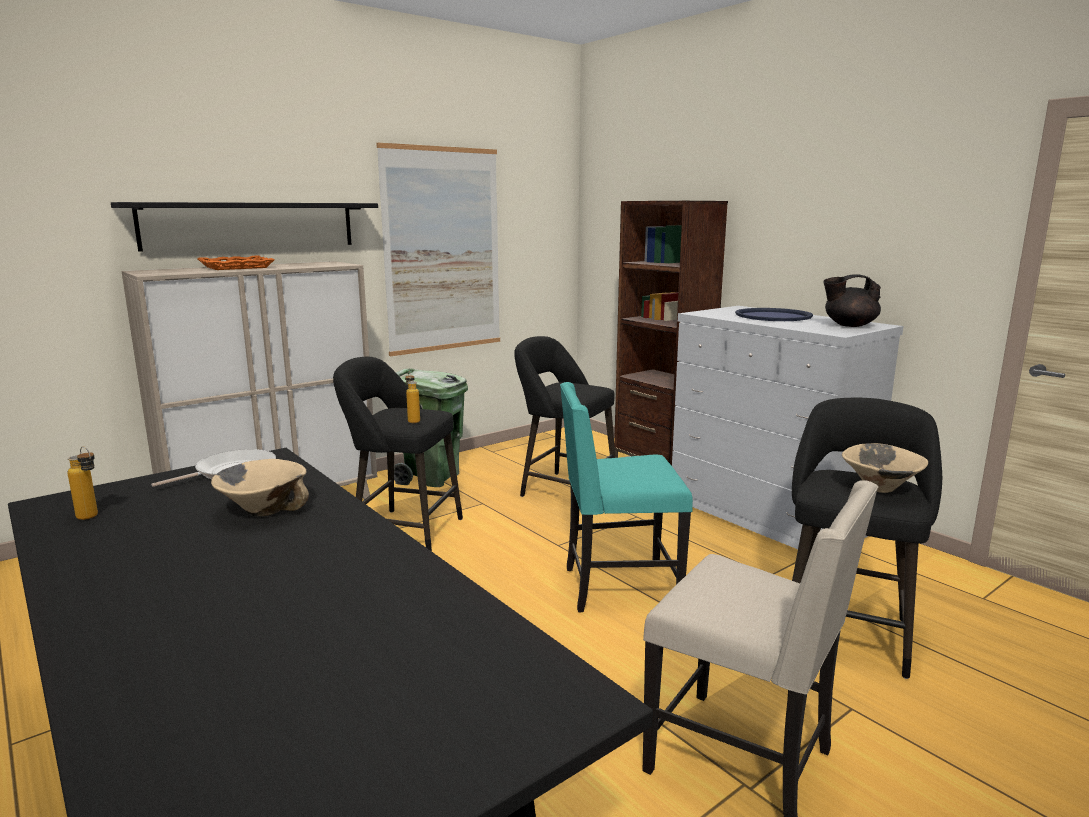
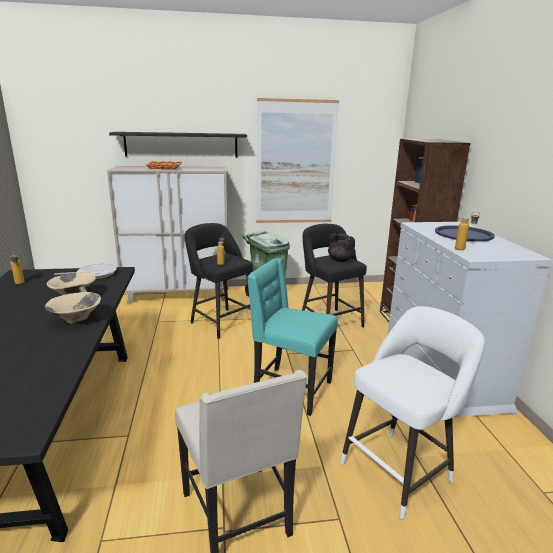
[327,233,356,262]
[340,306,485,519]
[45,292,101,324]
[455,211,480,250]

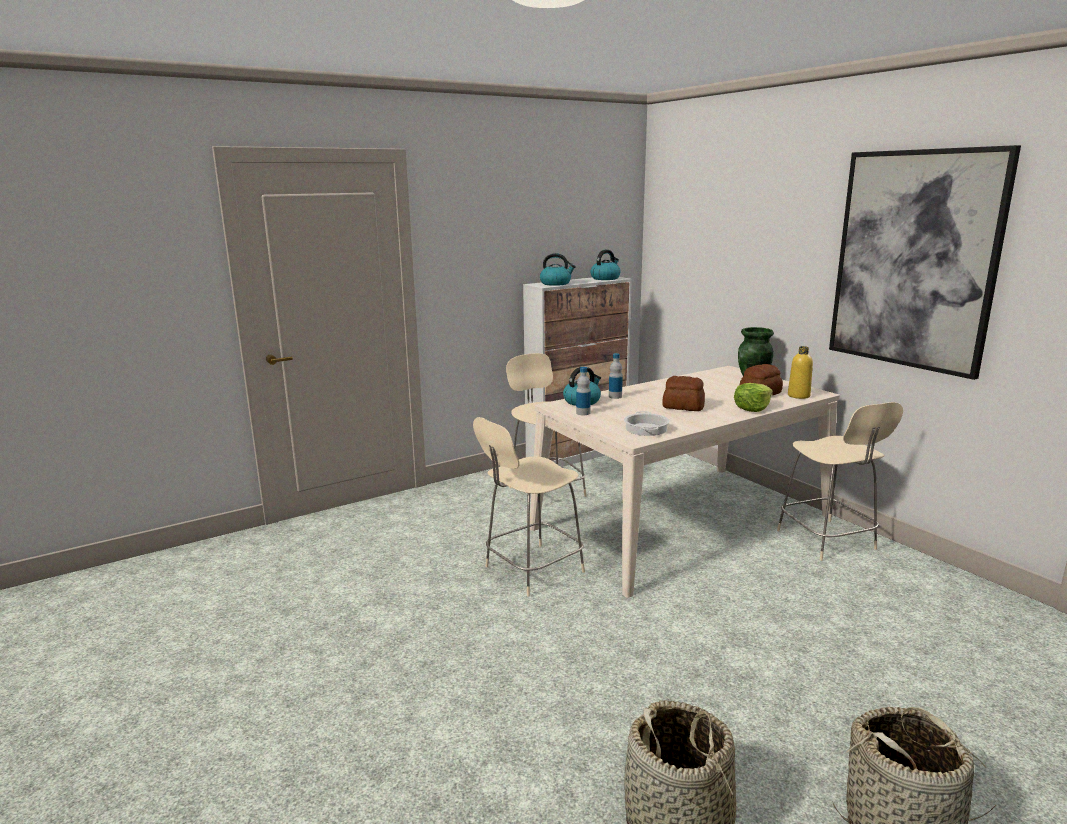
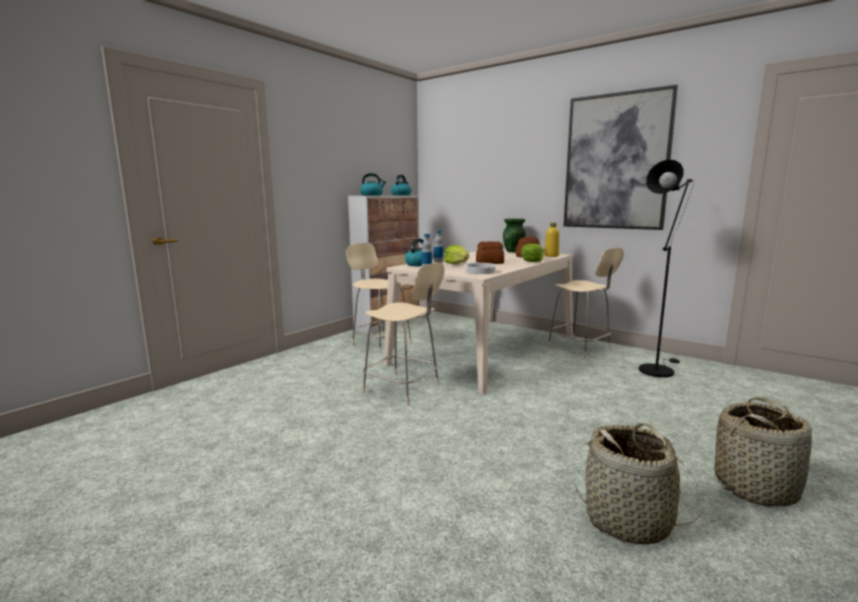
[363,262,445,405]
[639,159,695,378]
[444,245,469,264]

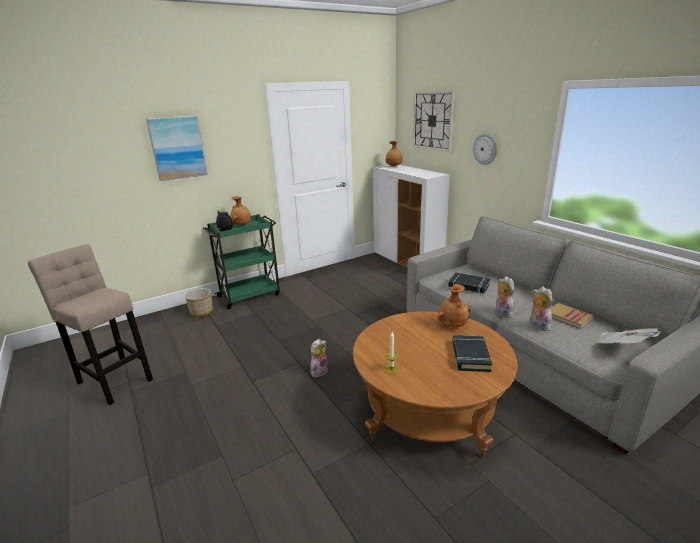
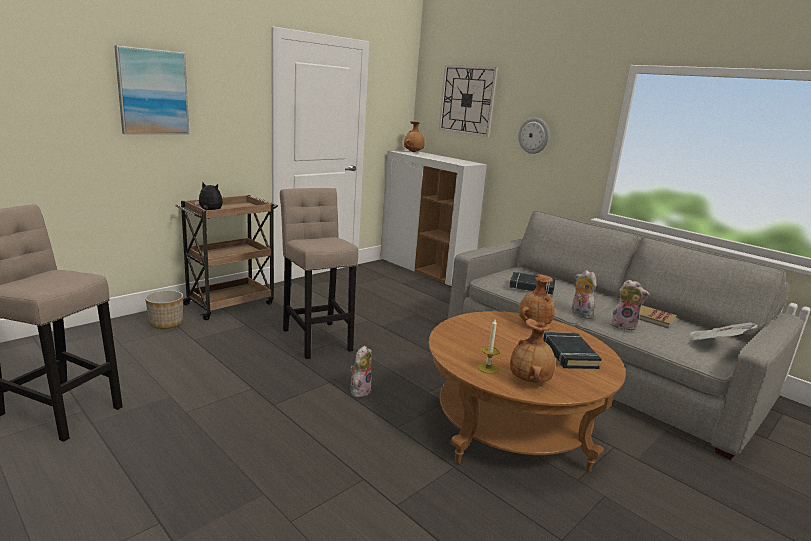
[510,318,555,382]
[175,195,278,320]
[610,279,650,331]
[280,188,358,359]

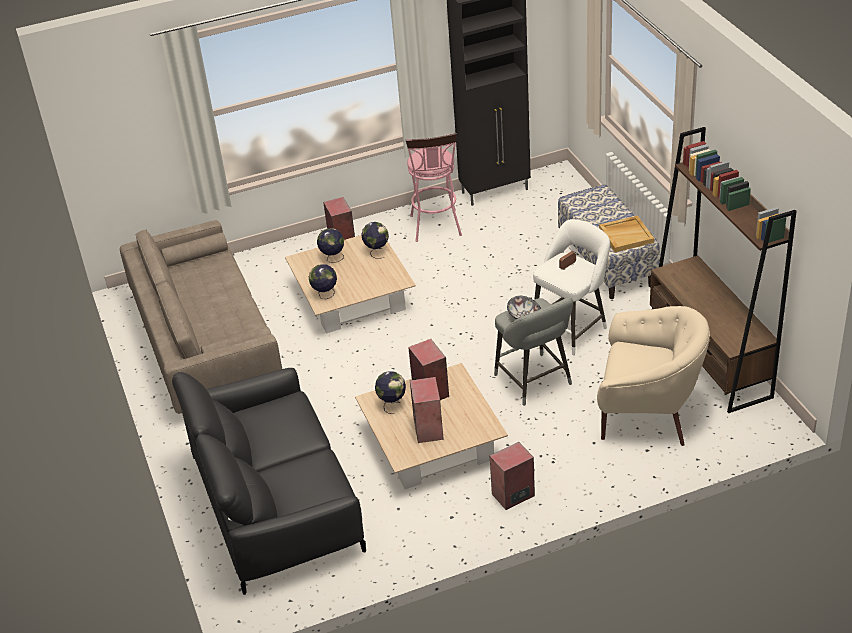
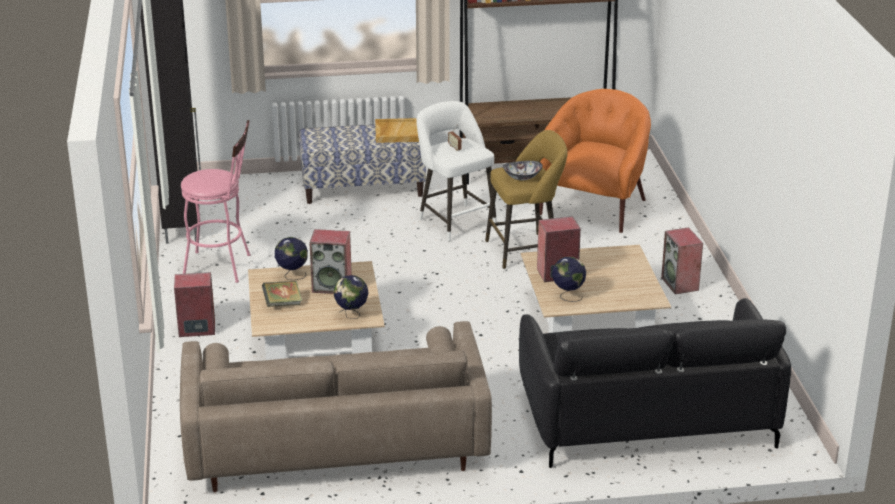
[262,281,302,307]
[485,130,567,269]
[539,89,651,233]
[309,229,352,294]

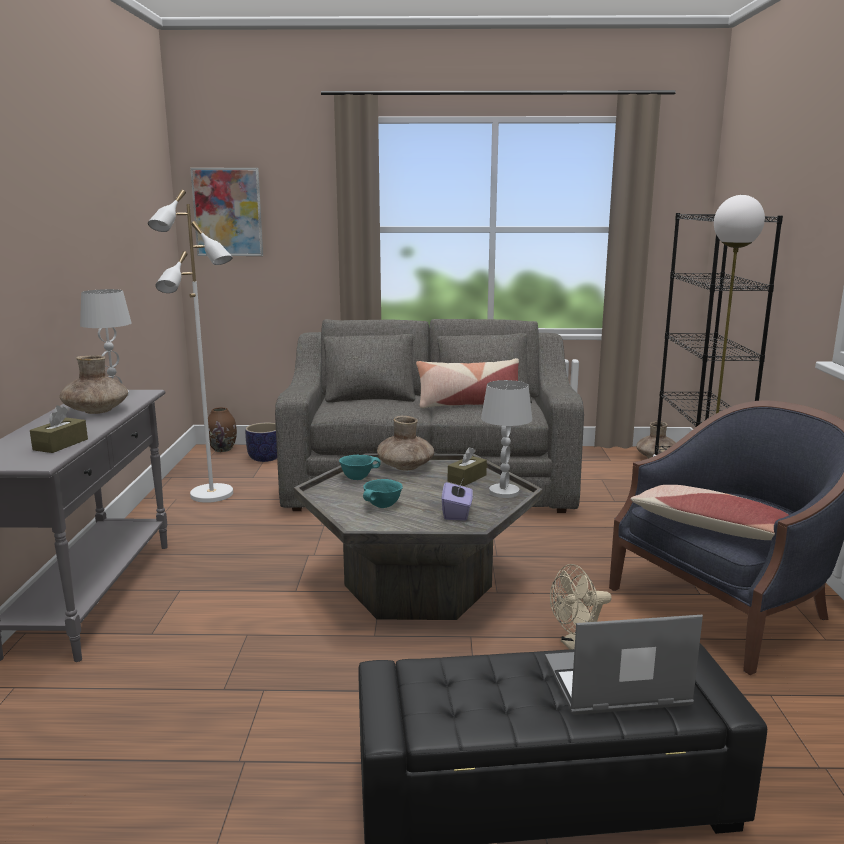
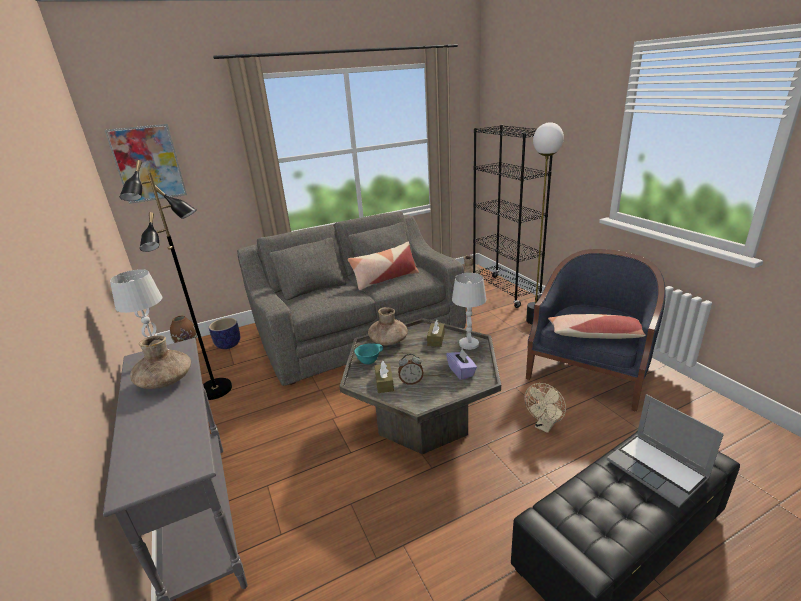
[120,160,232,400]
[375,361,394,393]
[398,353,424,385]
[607,394,724,507]

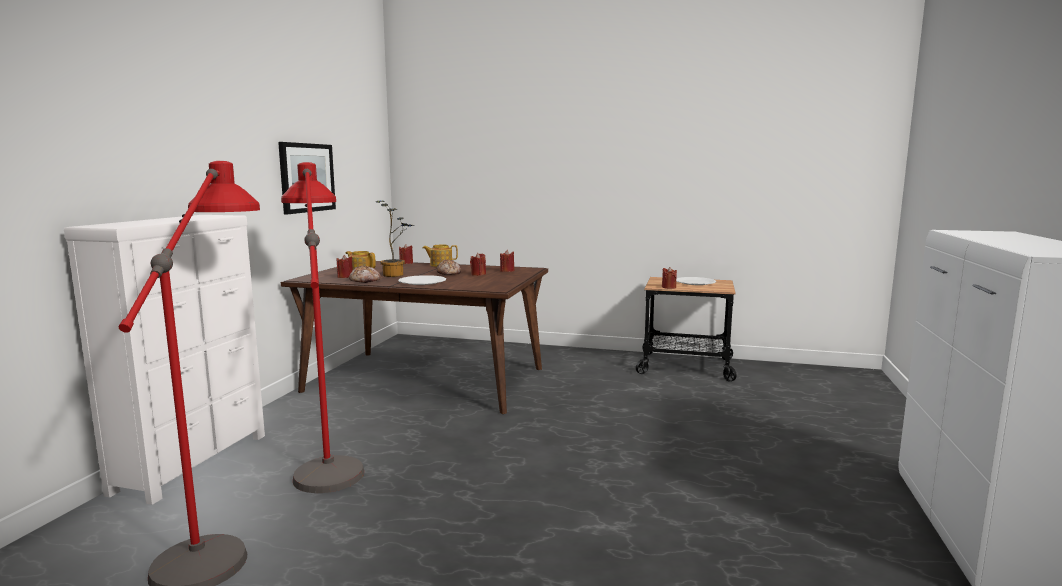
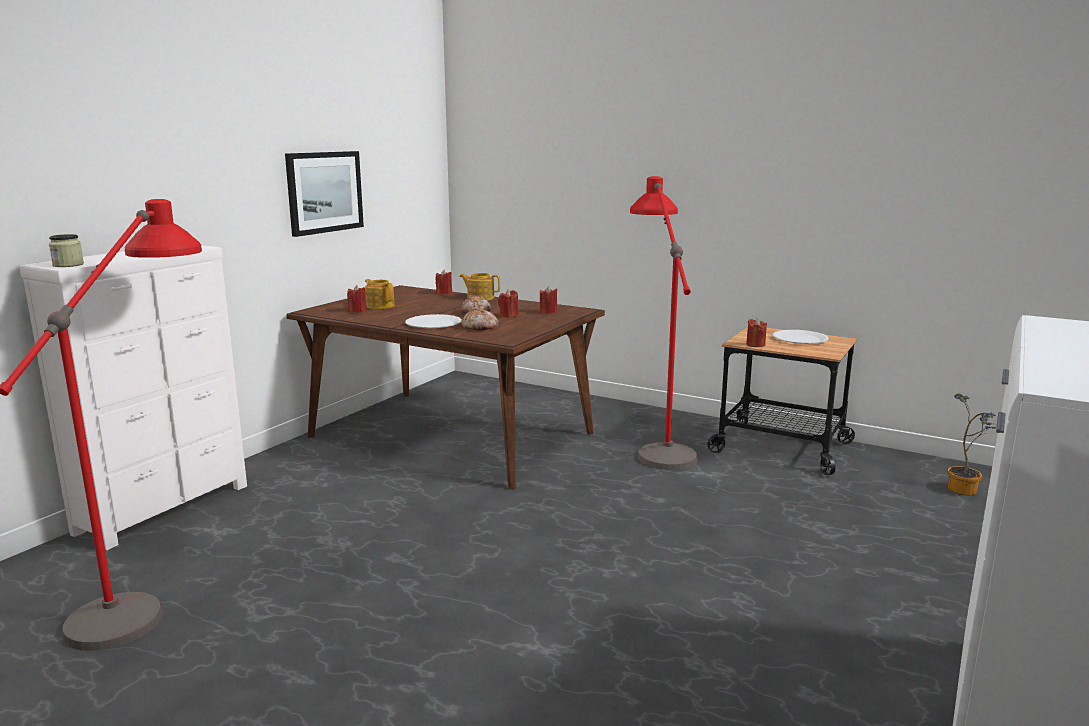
[630,176,698,470]
[947,393,996,496]
[461,308,499,331]
[49,234,84,267]

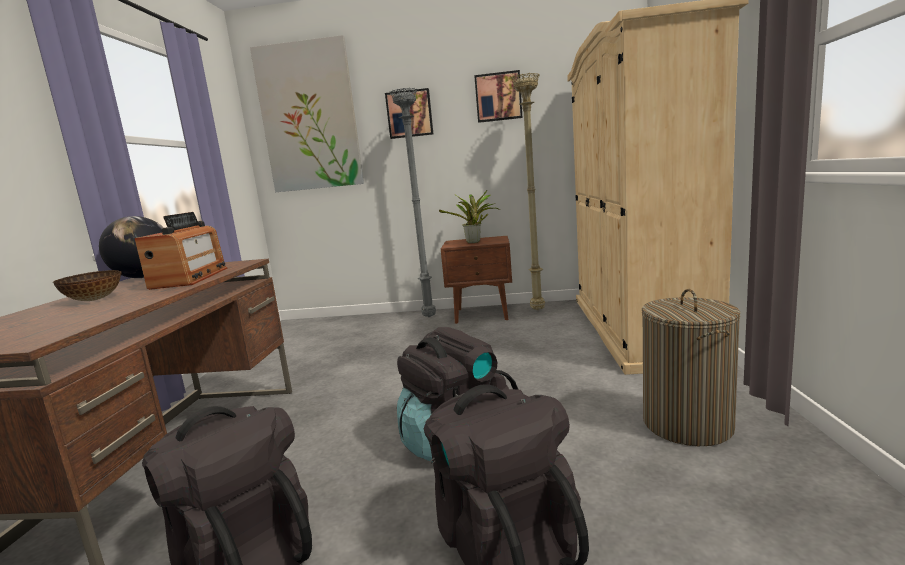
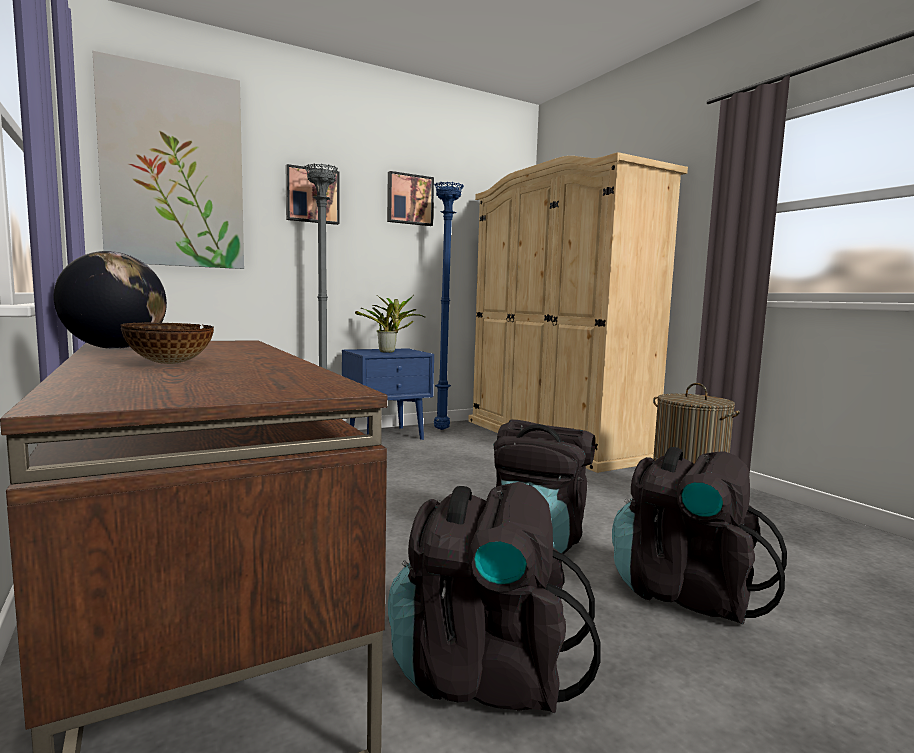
[434,181,464,430]
[134,212,228,290] (first image)
[342,348,434,440]

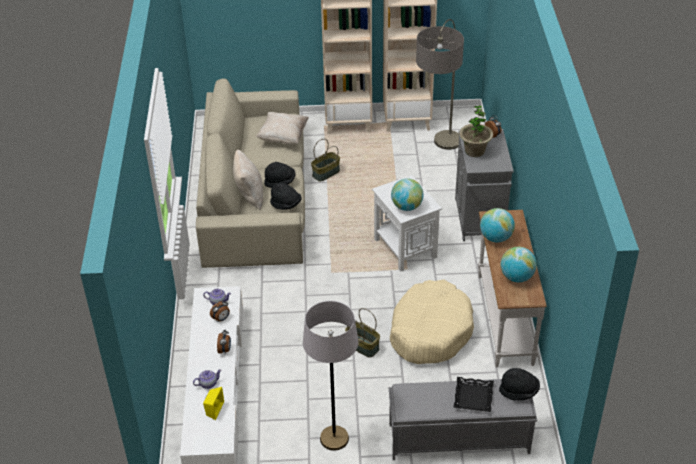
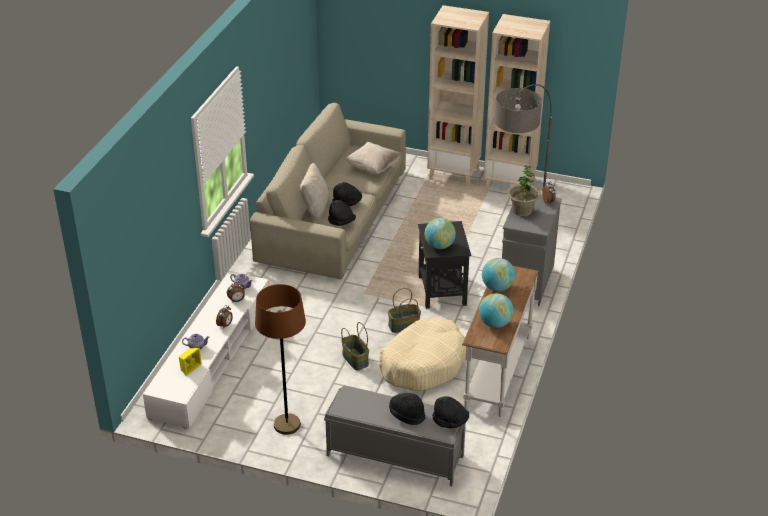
[388,288,421,333]
[418,221,471,309]
[255,284,306,435]
[389,393,425,425]

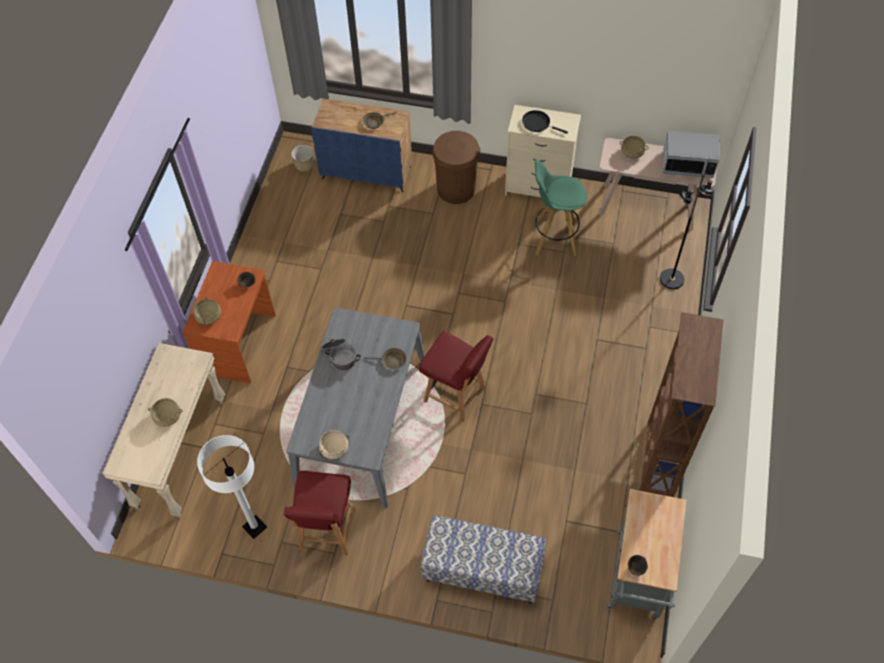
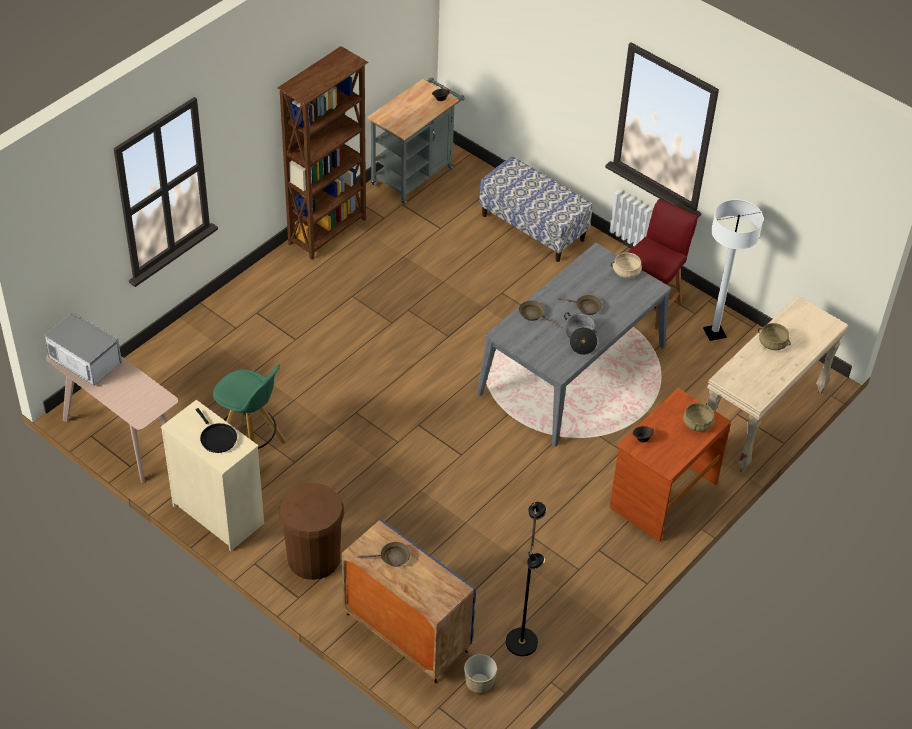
[620,136,648,158] (first image)
[506,502,547,656]
[419,331,493,422] (first image)
[558,295,602,315]

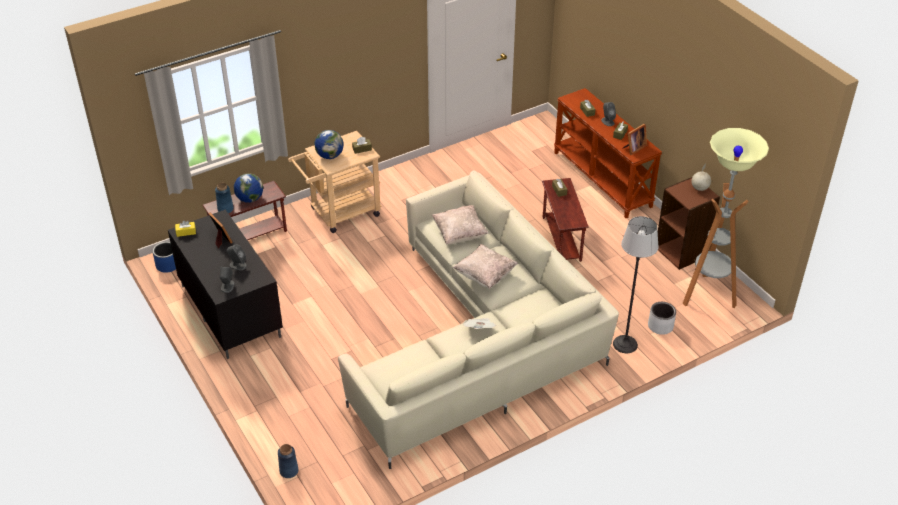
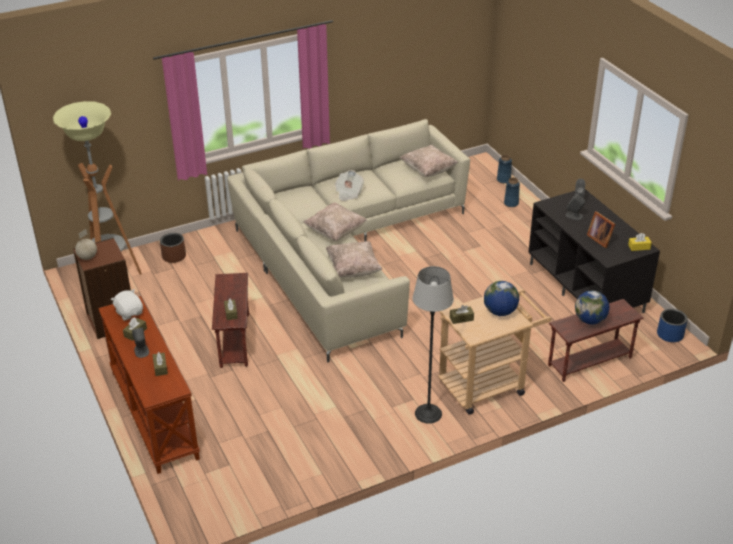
[111,289,143,321]
[504,177,520,207]
[413,266,454,424]
[160,233,186,263]
[400,145,458,177]

